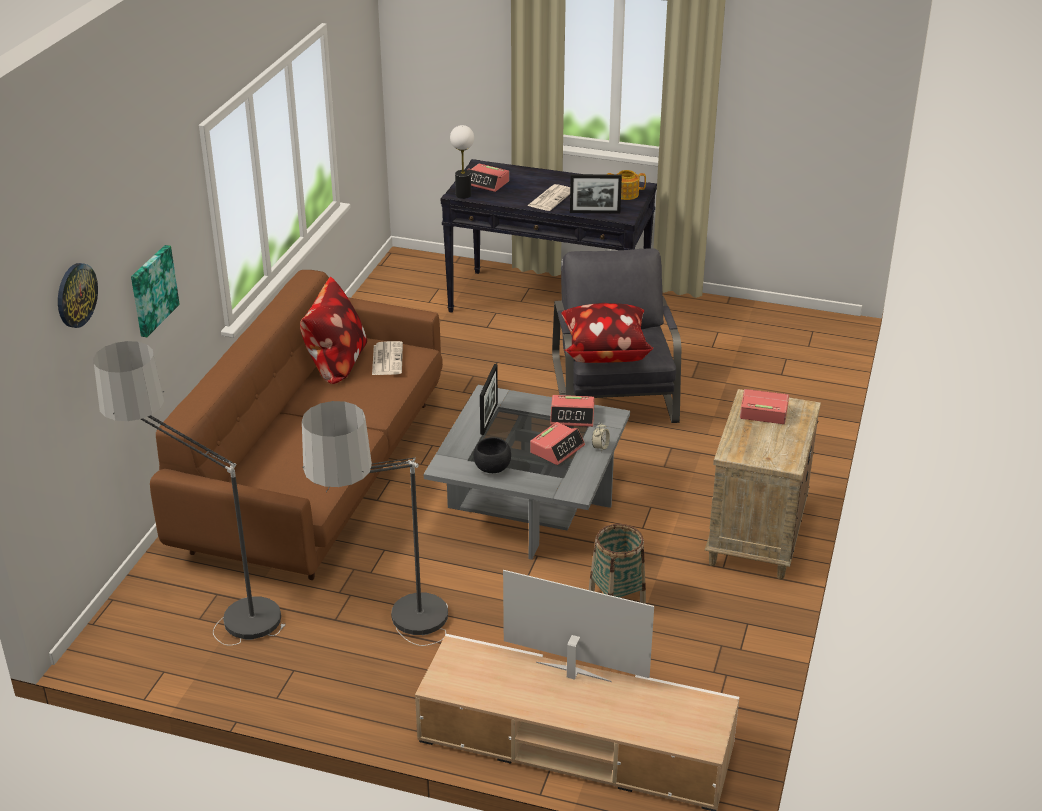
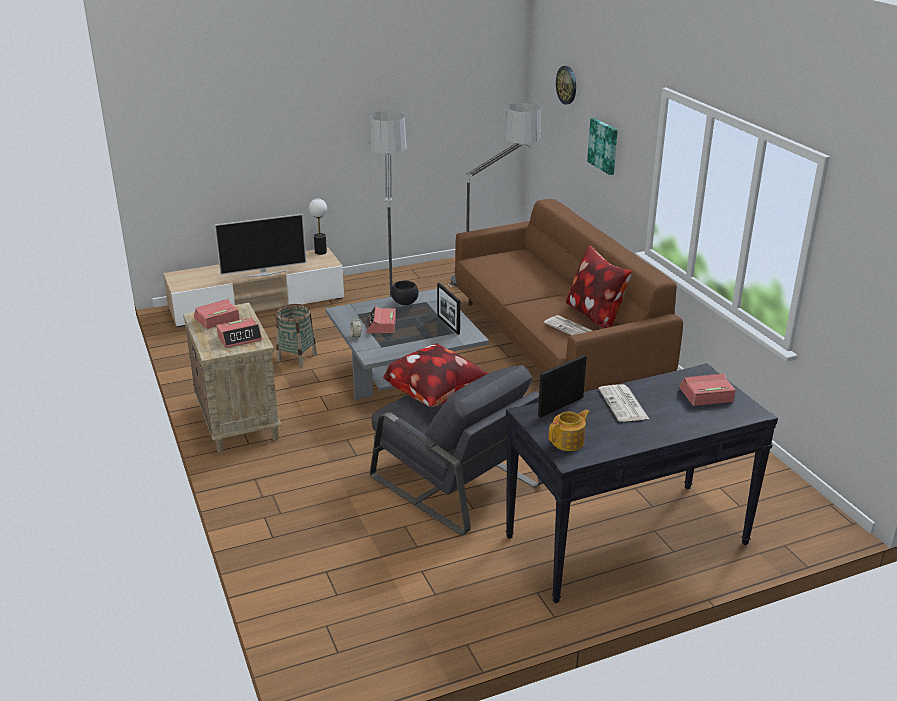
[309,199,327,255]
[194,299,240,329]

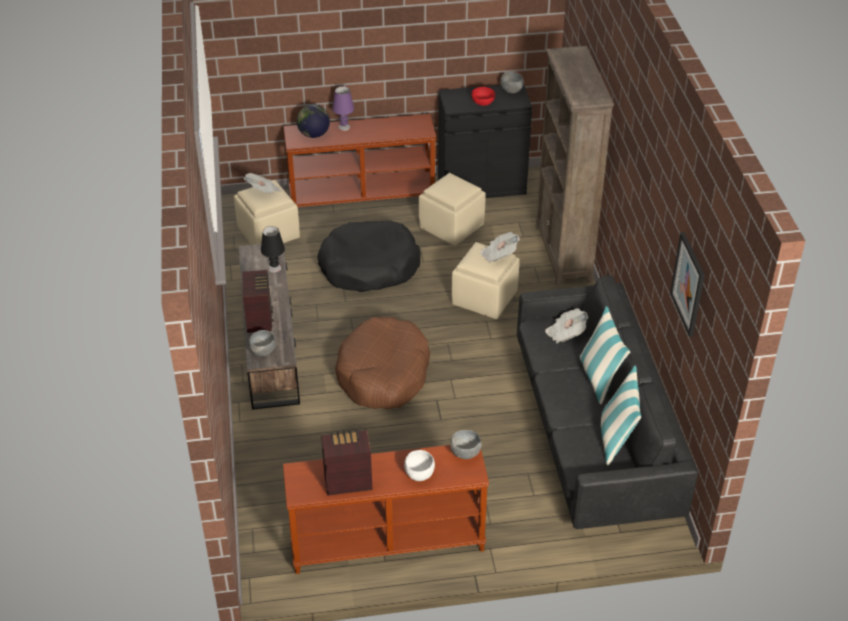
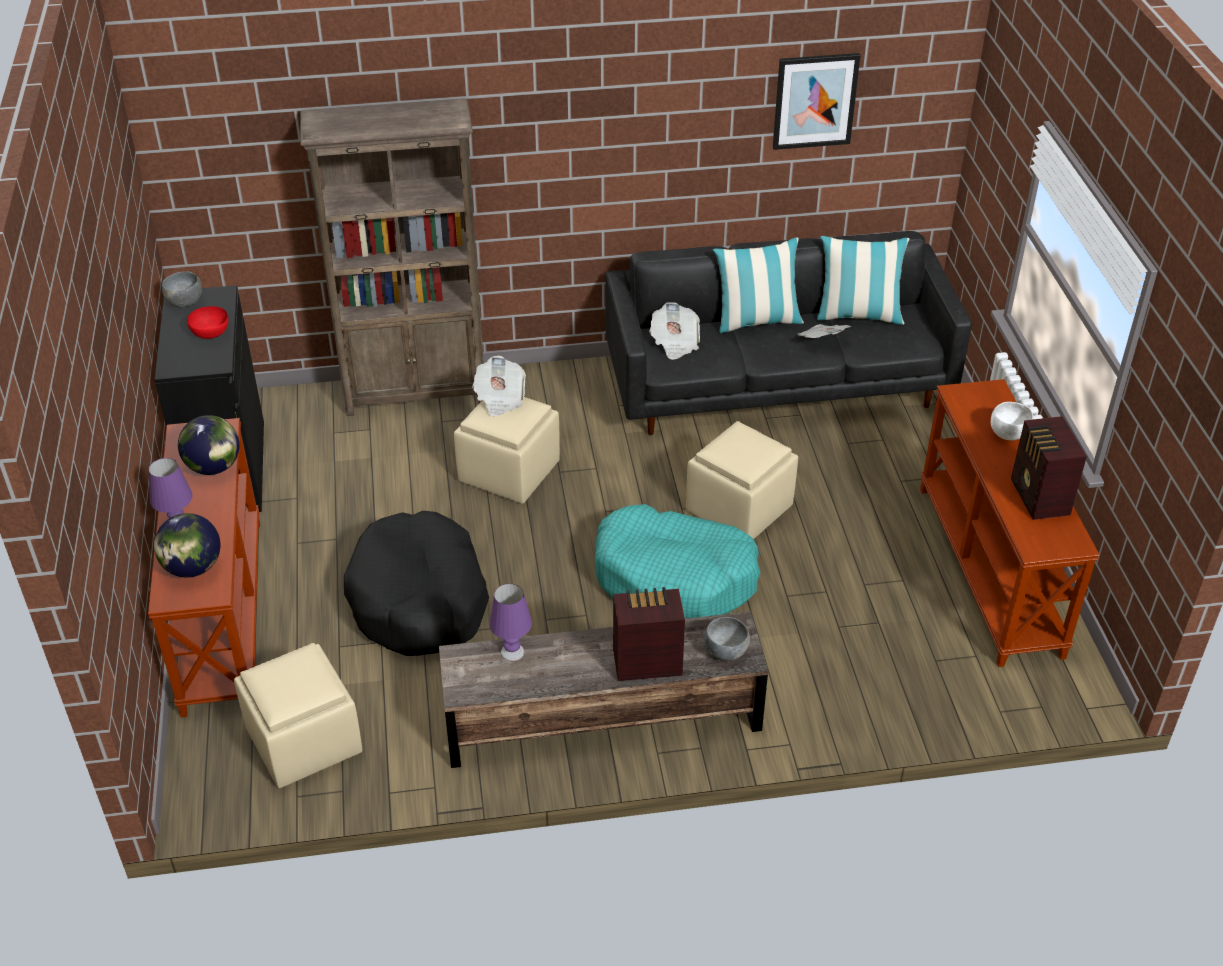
[798,324,851,338]
[686,421,798,539]
[489,584,532,661]
[595,504,760,619]
[450,430,482,459] (first image)
[178,415,240,475]

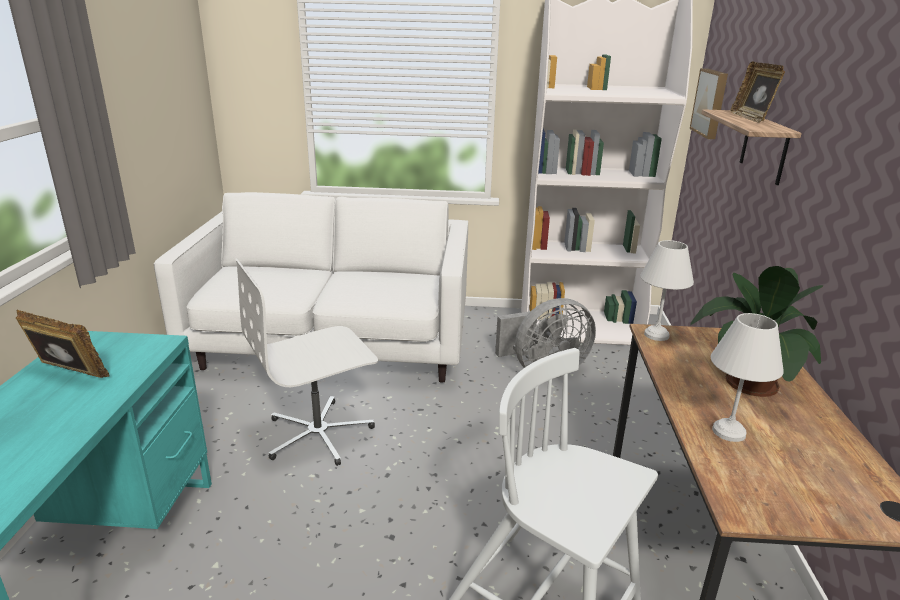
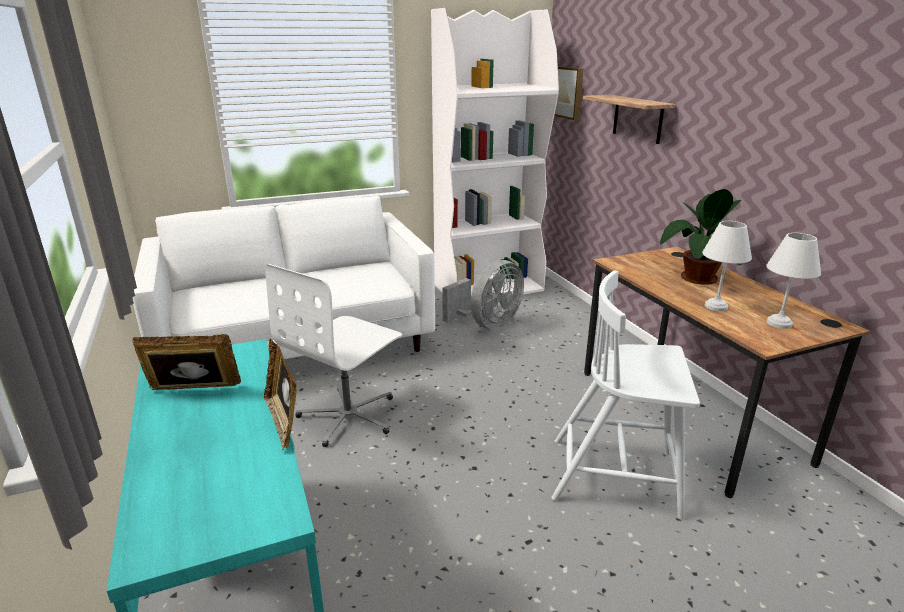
[264,339,297,450]
[766,233,821,329]

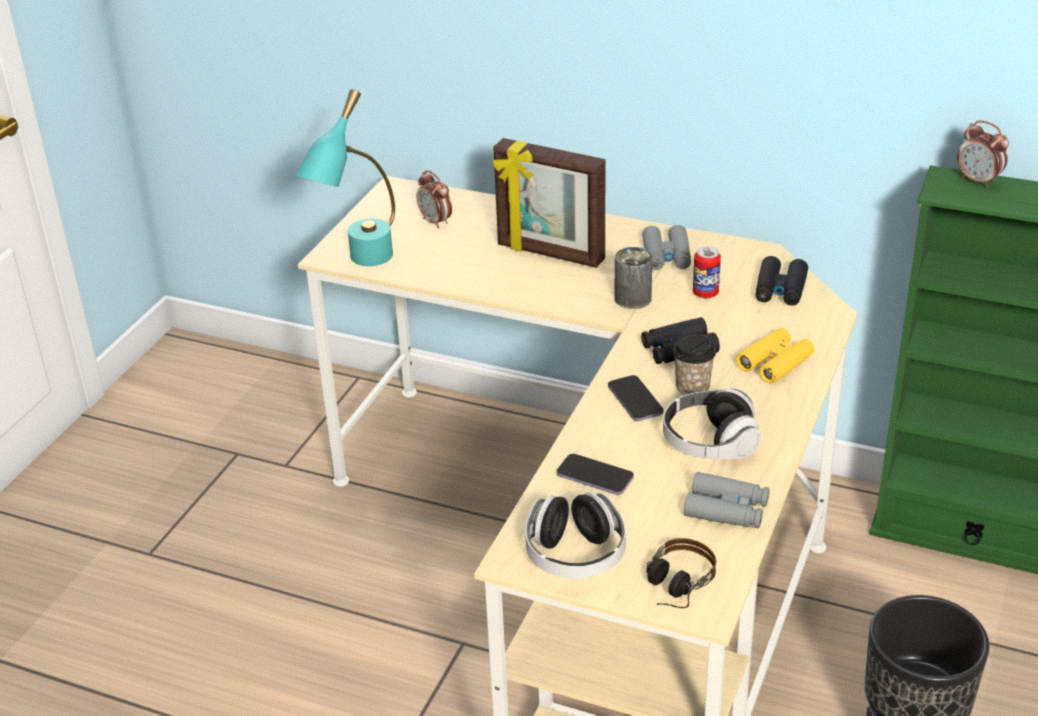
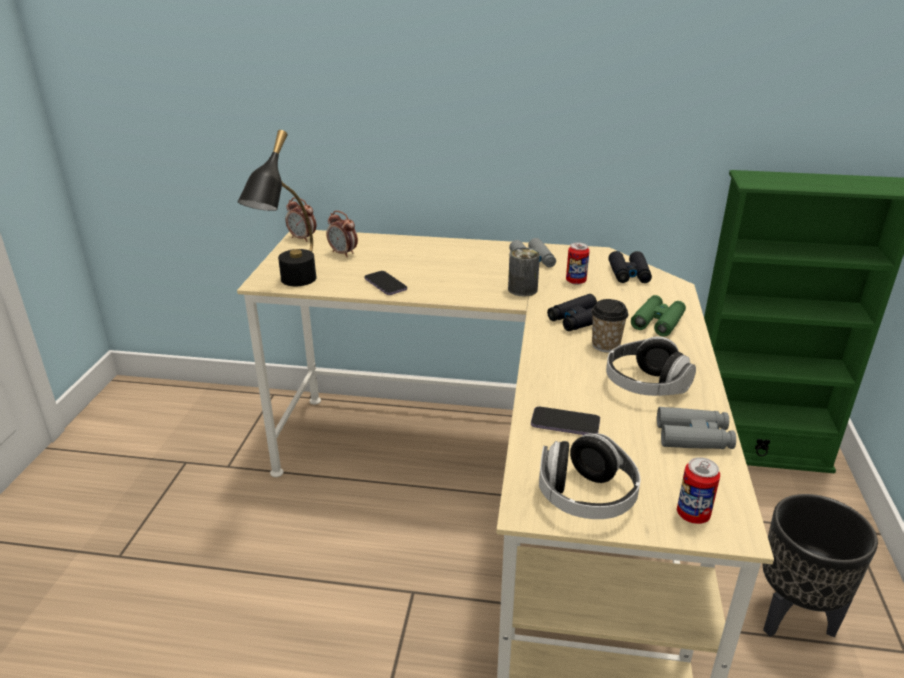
[238,130,317,286]
[285,197,316,242]
[493,138,605,268] (first image)
[631,295,686,337]
[364,271,407,295]
[677,457,720,524]

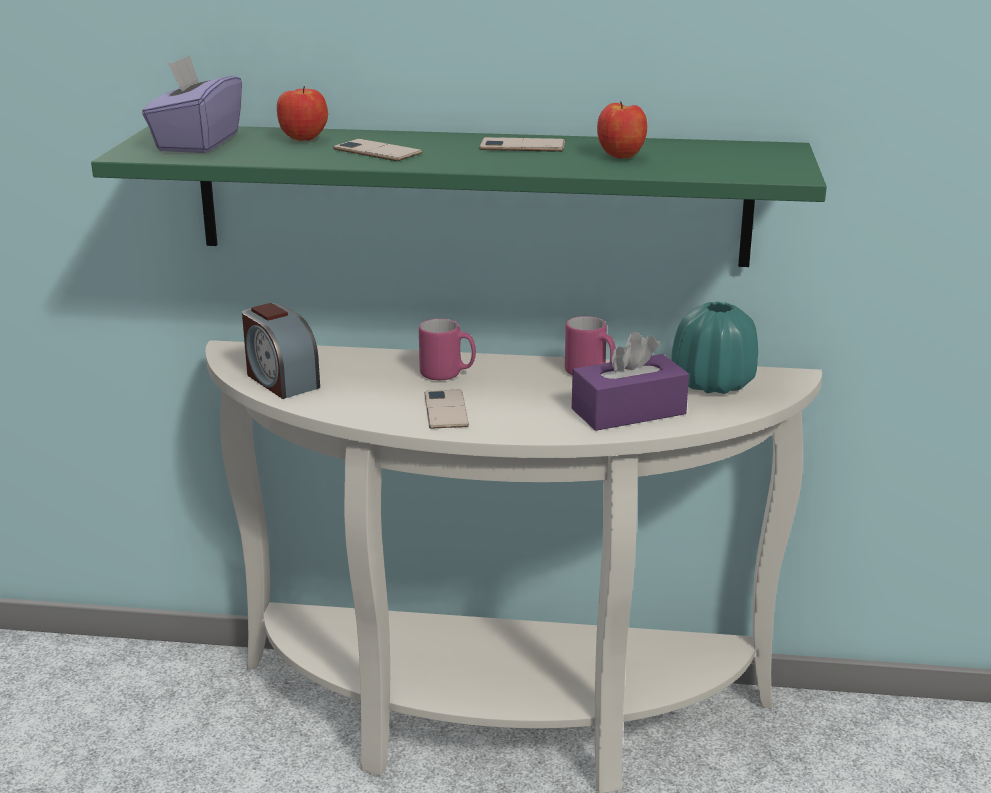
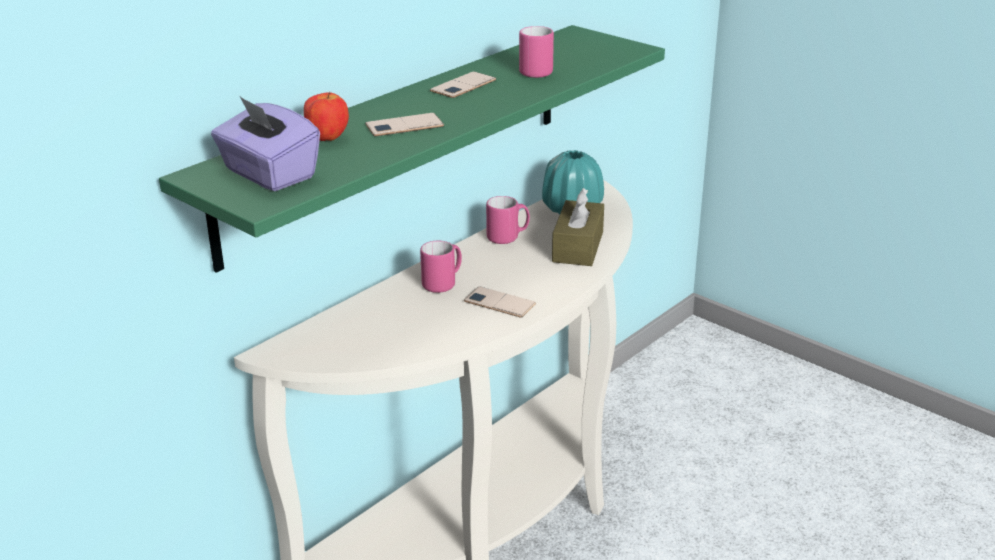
[519,26,554,78]
[242,303,320,399] (first image)
[552,188,604,266]

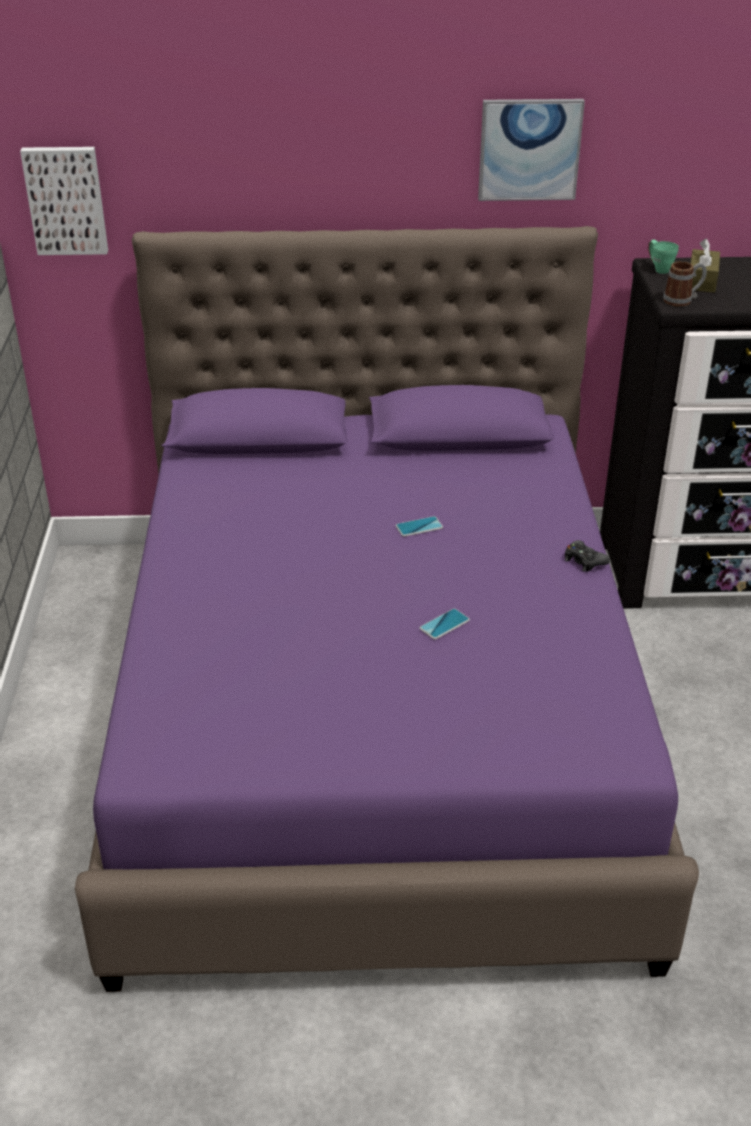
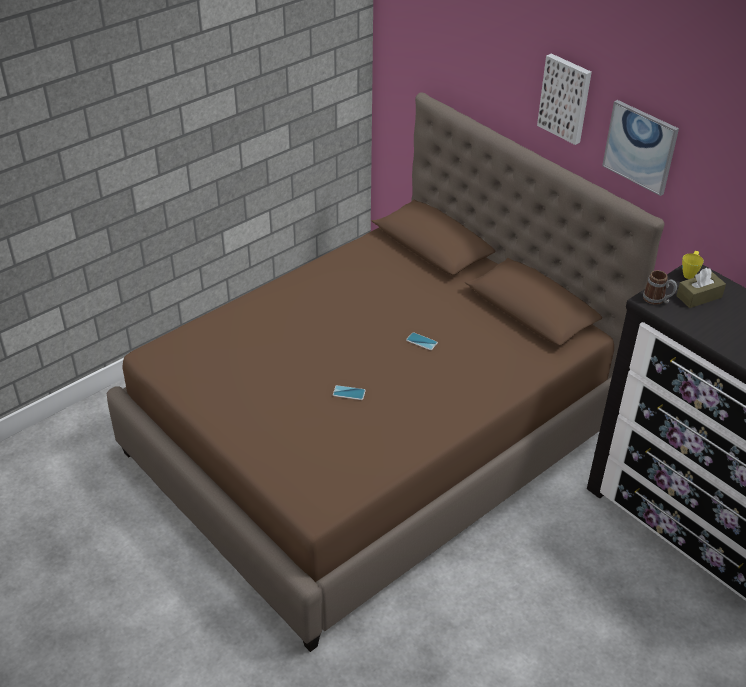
[537,53,592,145]
[107,93,665,652]
[682,251,704,279]
[565,540,610,572] (first image)

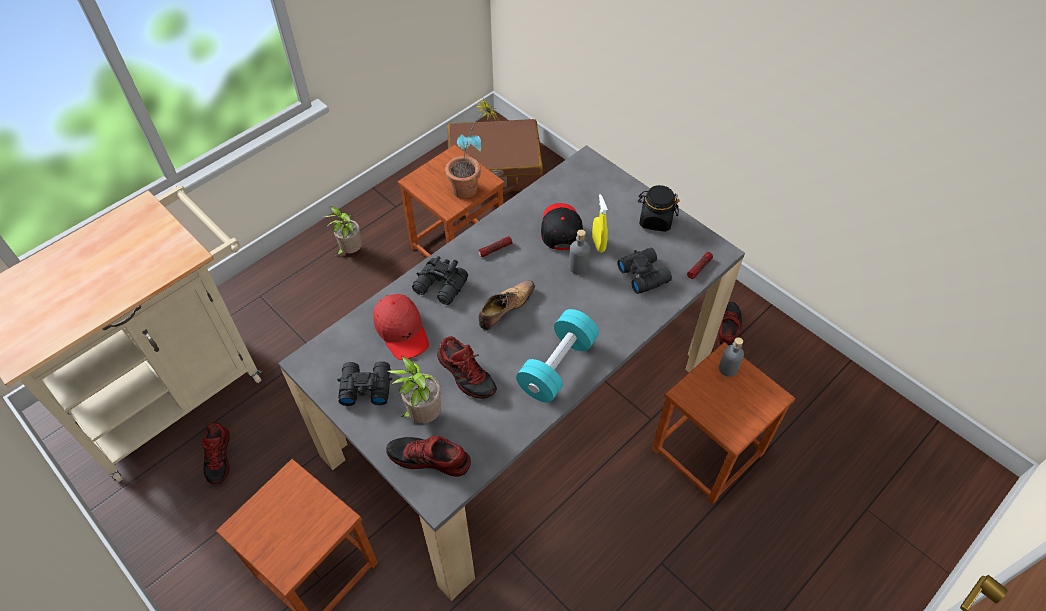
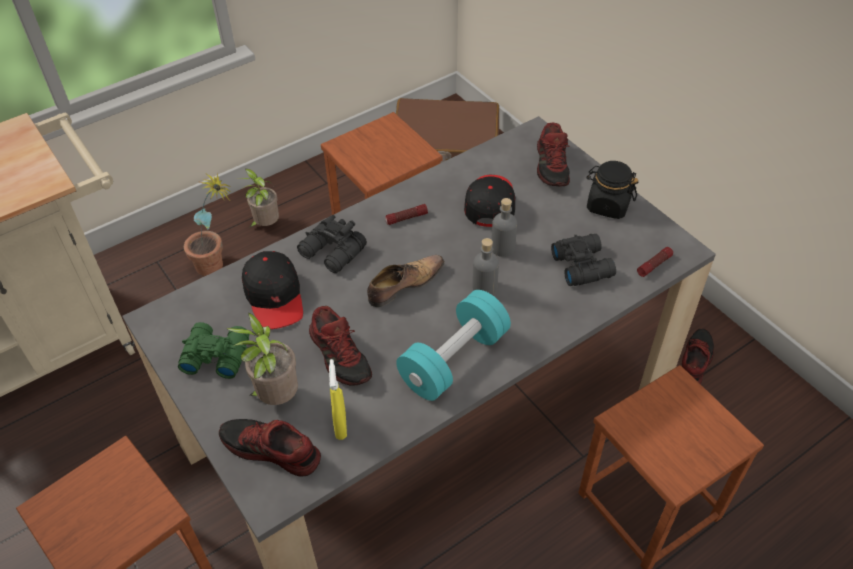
[184,173,230,276]
[329,359,347,440]
[242,251,303,329]
[472,238,499,295]
[178,322,249,379]
[537,123,570,186]

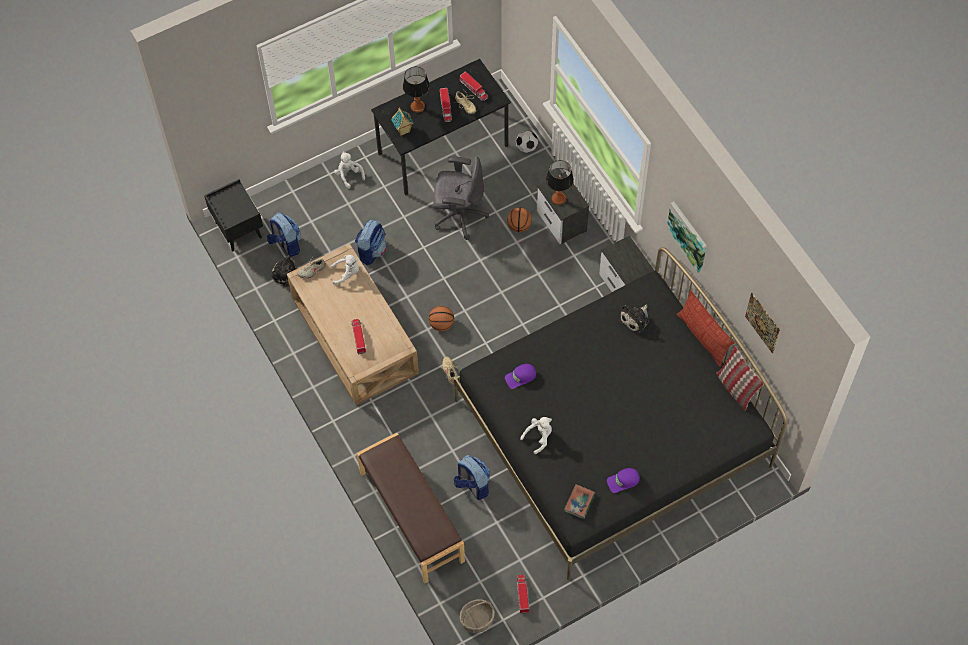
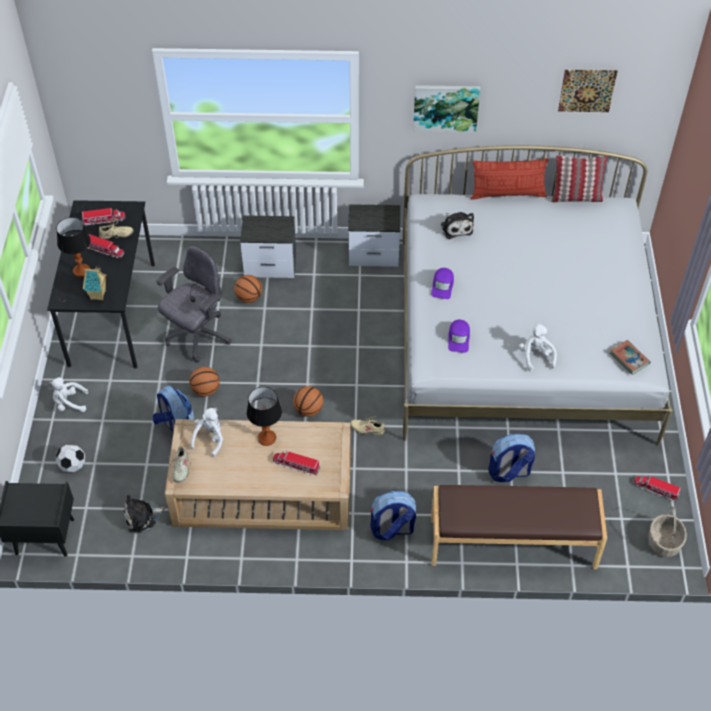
[56,444,85,472]
[247,387,282,446]
[370,491,416,540]
[403,145,673,446]
[431,268,454,299]
[189,367,220,396]

